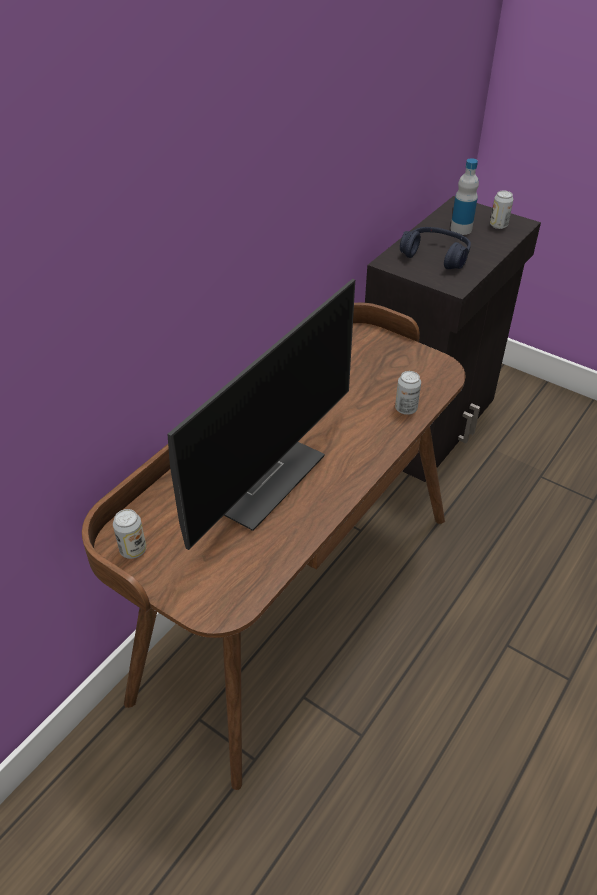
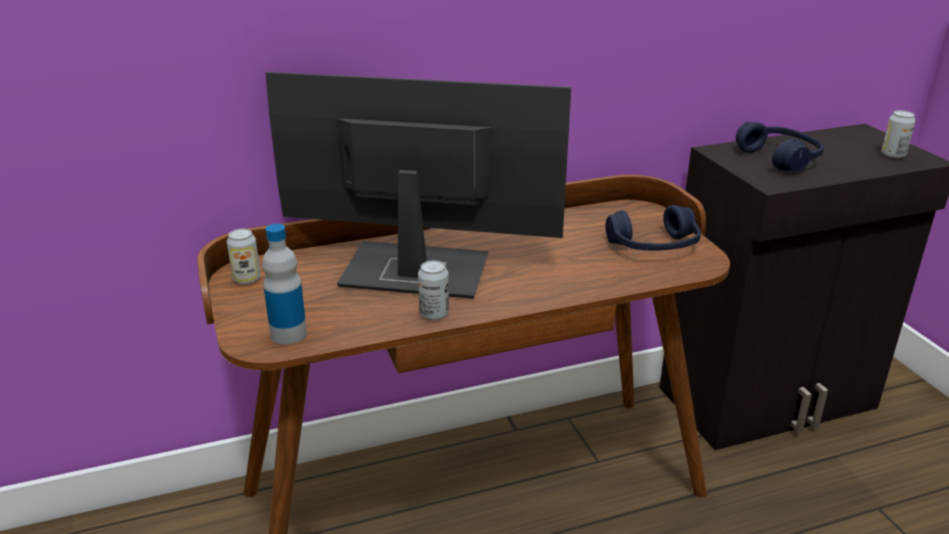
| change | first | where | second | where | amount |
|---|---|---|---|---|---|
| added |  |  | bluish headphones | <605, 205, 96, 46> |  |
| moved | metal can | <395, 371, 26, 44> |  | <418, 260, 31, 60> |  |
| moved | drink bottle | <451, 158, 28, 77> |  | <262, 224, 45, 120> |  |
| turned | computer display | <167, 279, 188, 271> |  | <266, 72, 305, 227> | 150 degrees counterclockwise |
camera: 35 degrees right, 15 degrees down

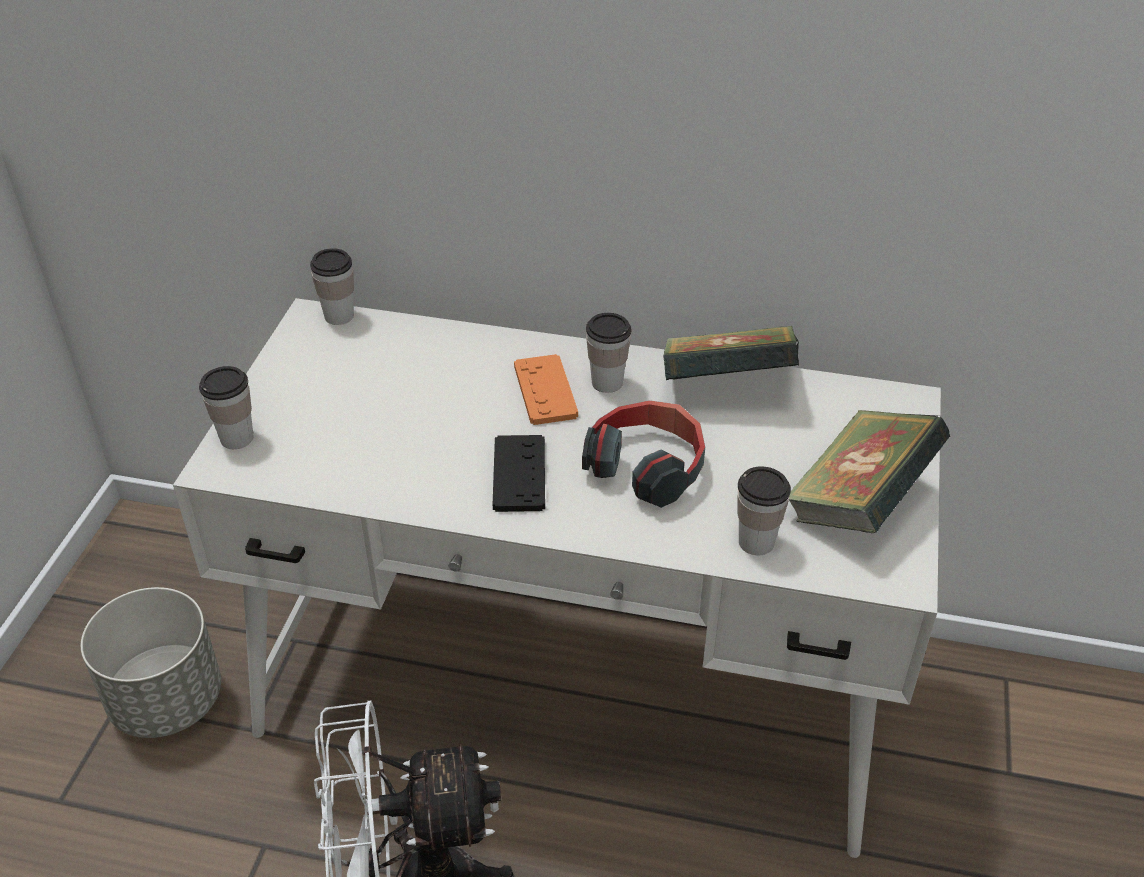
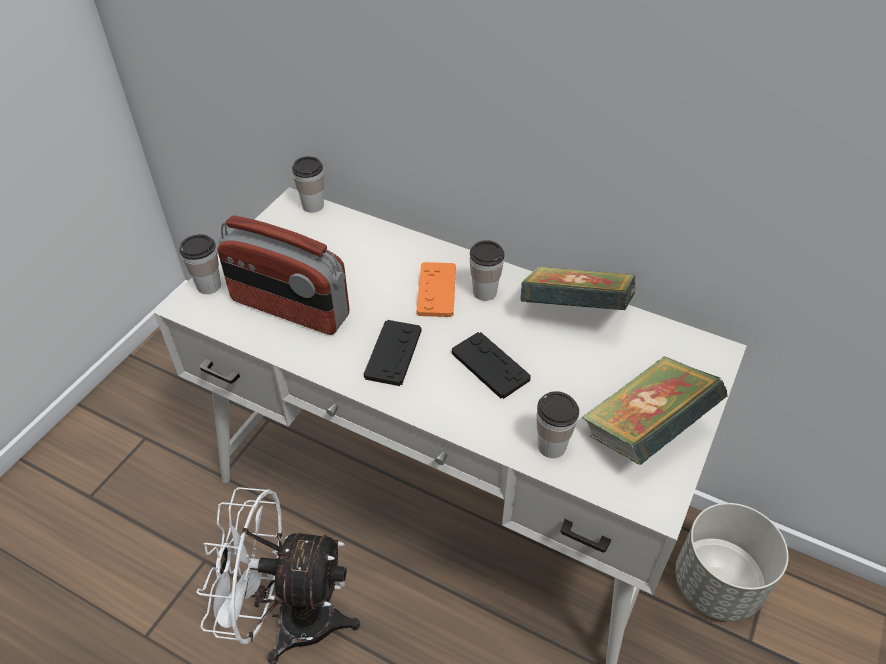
| change | first | where | second | where | amount |
|---|---|---|---|---|---|
| added |  |  | radio receiver | <218, 215, 132, 120> |  |
| moved | grey plant pot | <81, 587, 140, 151> |  | <675, 503, 114, 118> |  |
| replaced | headphones | <582, 400, 123, 108> | black joypad | <452, 332, 79, 67> |  |
camera: 15 degrees right, 5 degrees up

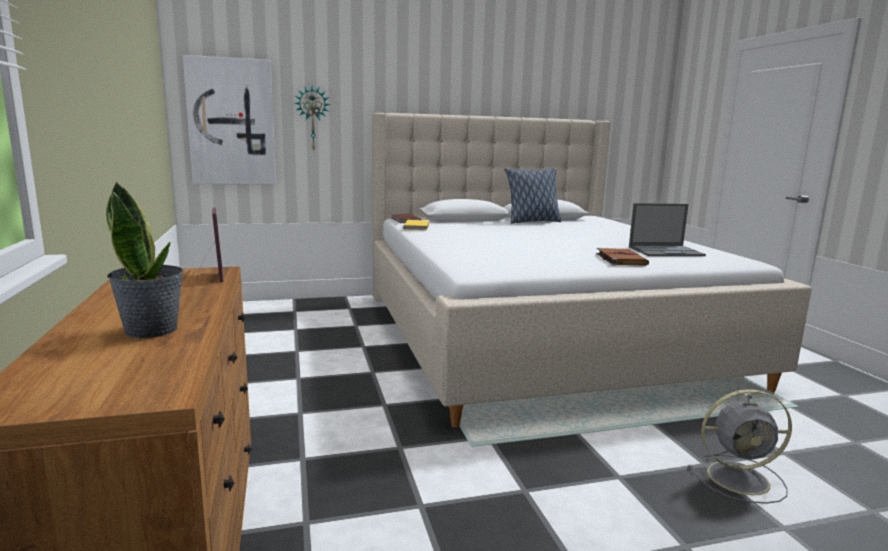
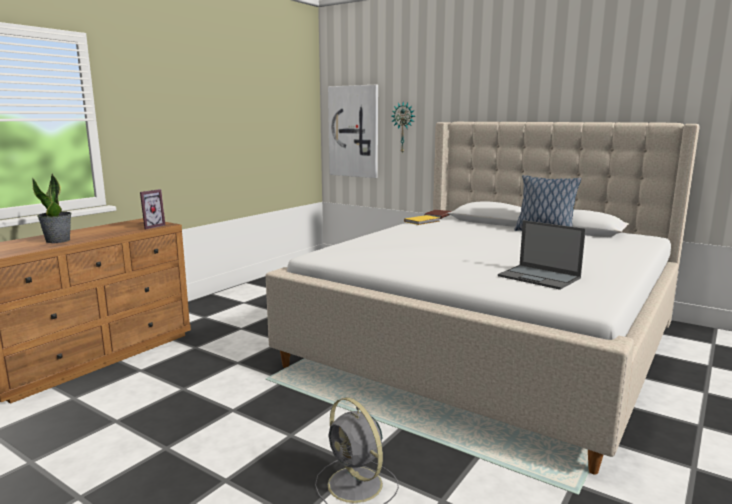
| change | first | where | second | where | amount |
|---|---|---|---|---|---|
| removed | brown book | <596, 248, 53, 18> |  |  |  |
camera: 50 degrees right, 0 degrees up

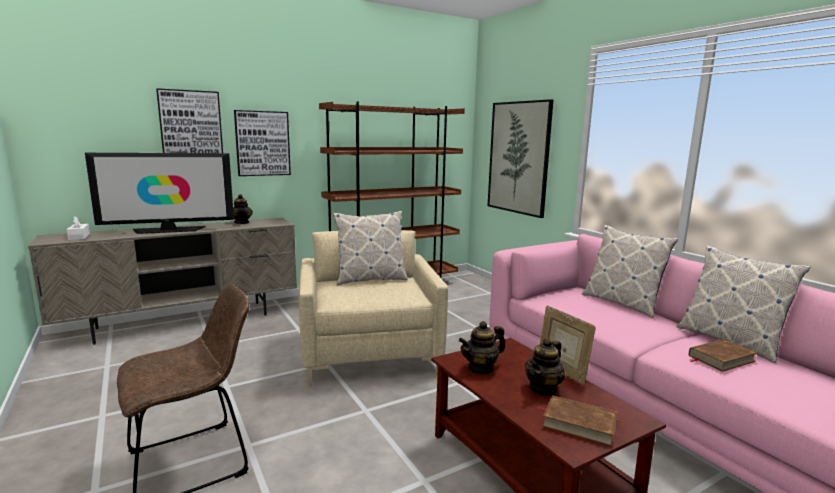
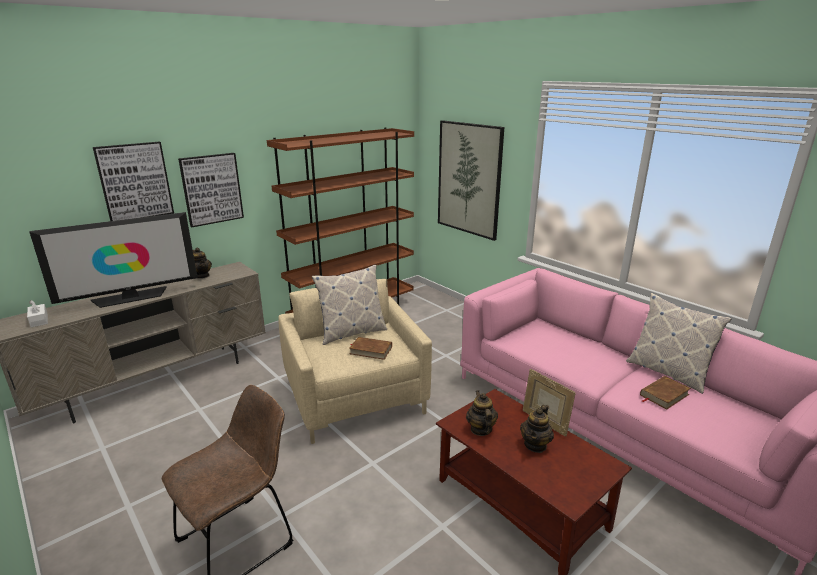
| change | first | where | second | where | amount |
|---|---|---|---|---|---|
| removed | throw pillow | <582, 225, 96, 93> |  |  |  |
| moved | brown book | <538, 395, 80, 52> |  | <349, 337, 43, 23> |  |
| turned | tea pot | <459, 321, 46, 54> |  | <466, 390, 32, 46> | 120 degrees clockwise |
camera: 10 degrees left, 10 degrees up

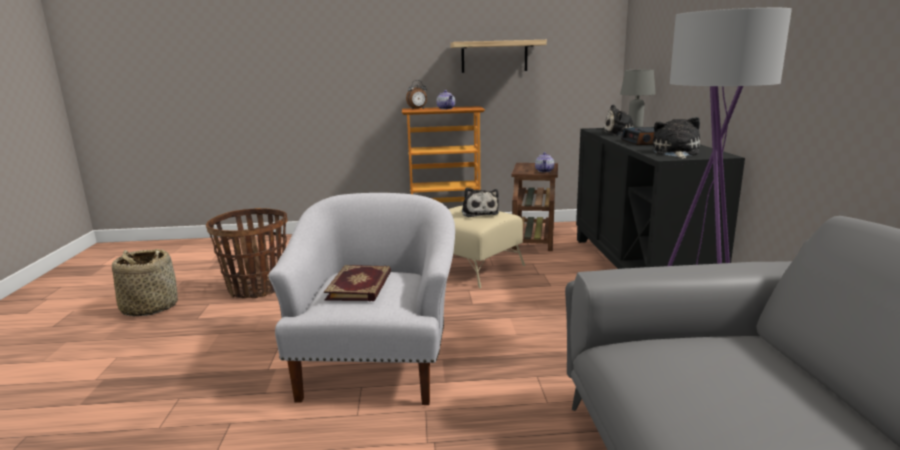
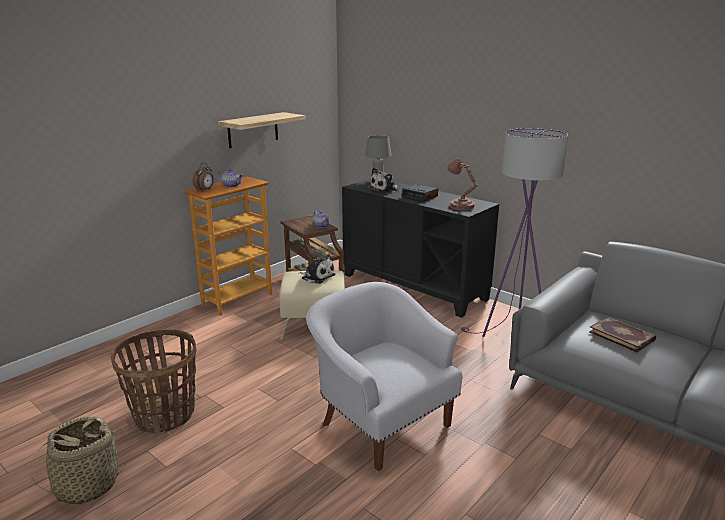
| change | first | where | second | where | amount |
|---|---|---|---|---|---|
| moved | book | <324, 265, 67, 36> |  | <589, 317, 67, 35> |  |
| replaced | plush toy | <652, 117, 48, 42> | brown lamp for a table | <447, 158, 31, 53> |  |
camera: 45 degrees left, 5 degrees up

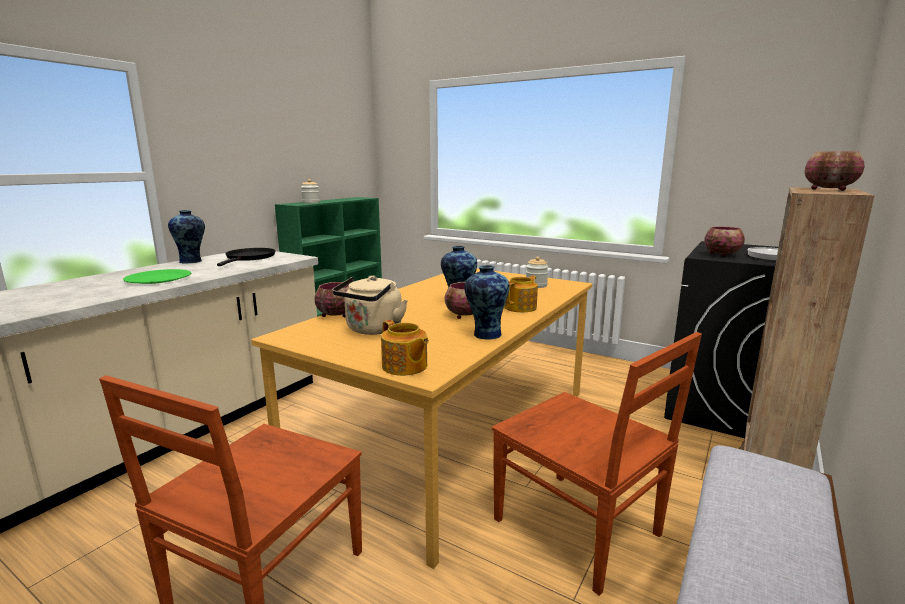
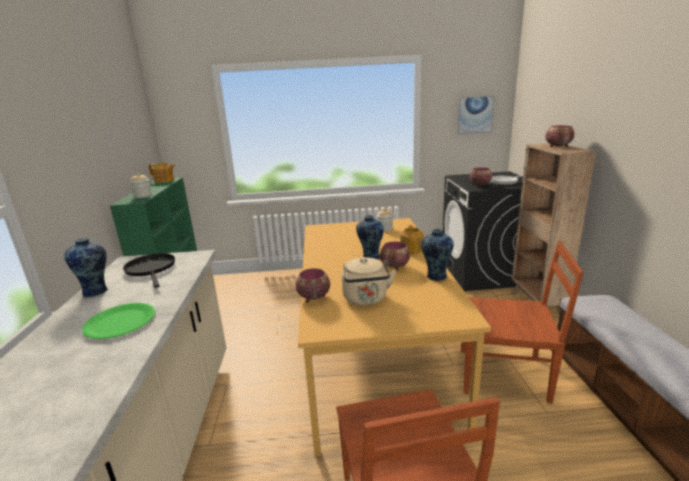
| change | first | where | second | where | amount |
|---|---|---|---|---|---|
| added |  |  | wall picture | <457, 96, 38, 39> |  |
| moved | tea pot | <381, 320, 48, 56> |  | <149, 163, 26, 20> |  |
camera: 35 degrees left, 5 degrees up

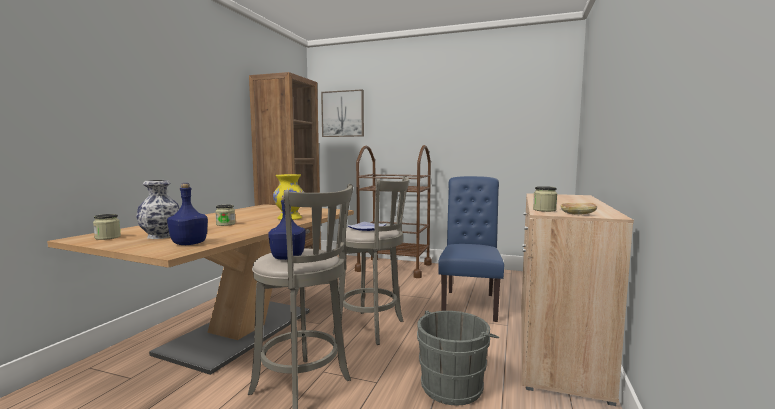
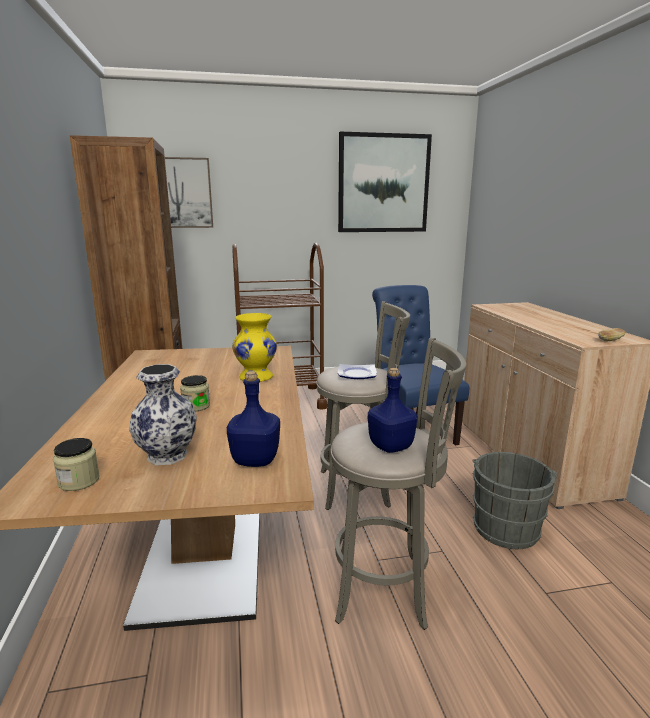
| change | first | where | second | where | amount |
|---|---|---|---|---|---|
| removed | preserve jar | <533, 186, 24, 26> |  |  |  |
| added |  |  | wall picture | <338, 132, 94, 100> |  |
camera: 30 degrees left, 10 degrees up

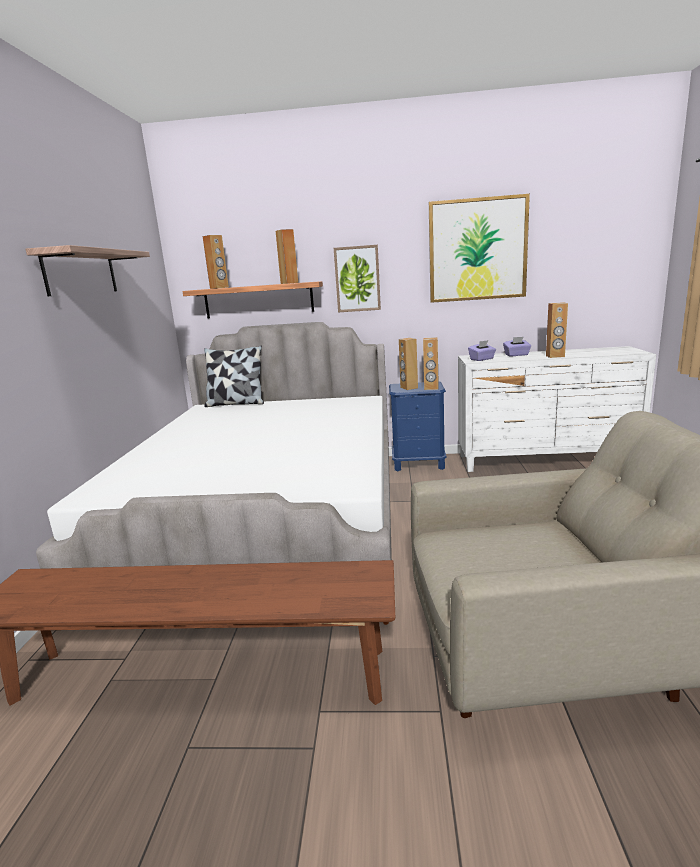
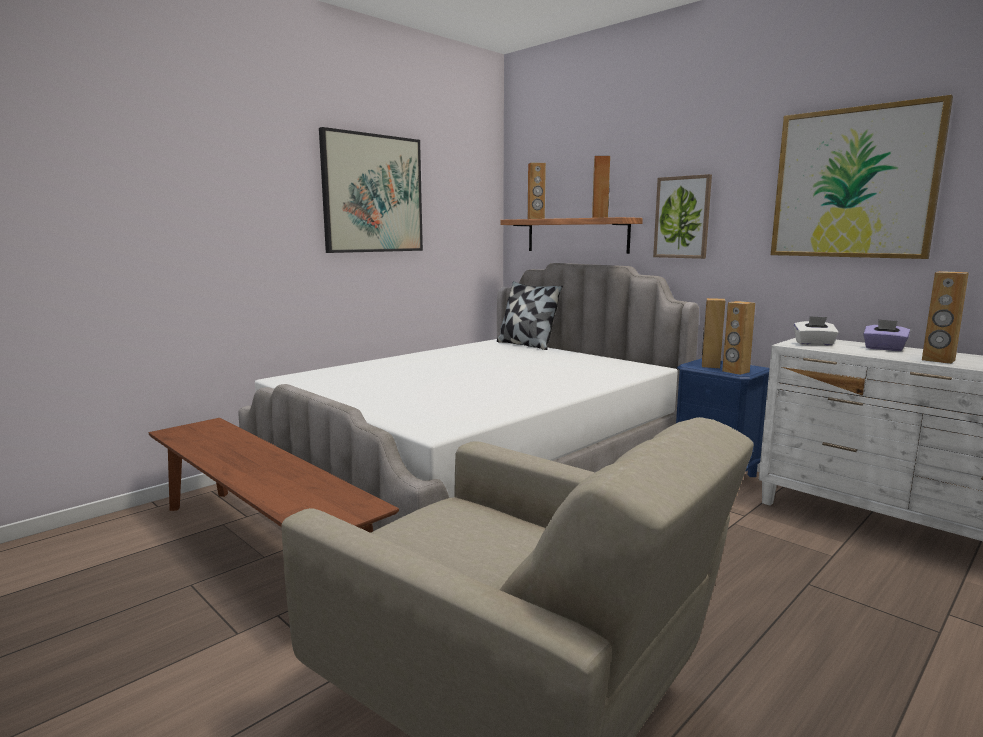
| change | first | where | second | where | amount |
|---|---|---|---|---|---|
| replaced | shelf | <26, 245, 124, 51> | wall picture | <319, 127, 104, 126> |  |
| recoloured | purple tissue holder | <468, 340, 28, 21> | white tissue holder | <794, 316, 45, 30> |  |
camera: 40 degrees right, 5 degrees down

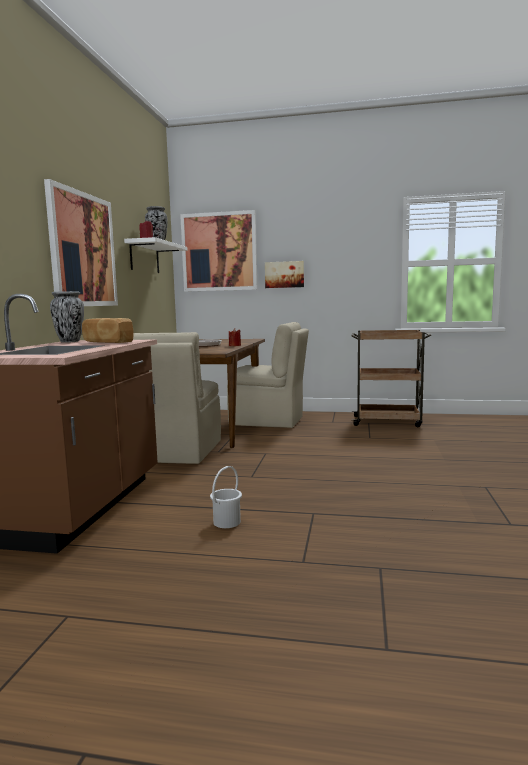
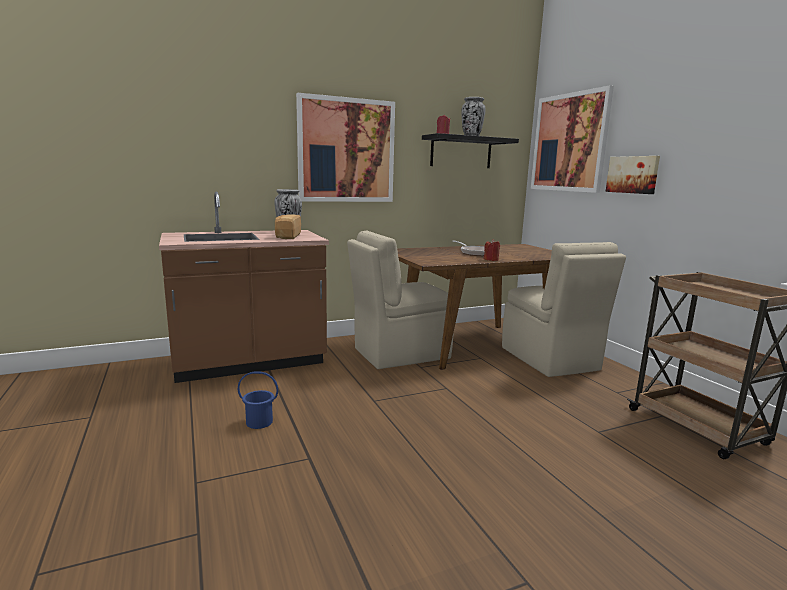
| change | first | where | second | where | amount |
|---|---|---|---|---|---|
| recoloured | white shelf | <124, 237, 64, 36> | black shelf | <422, 133, 97, 35> |  |
| recoloured | white pail | <210, 466, 32, 62> | bluish pail | <238, 371, 40, 58> |  |
camera: 55 degrees right, 5 degrees up

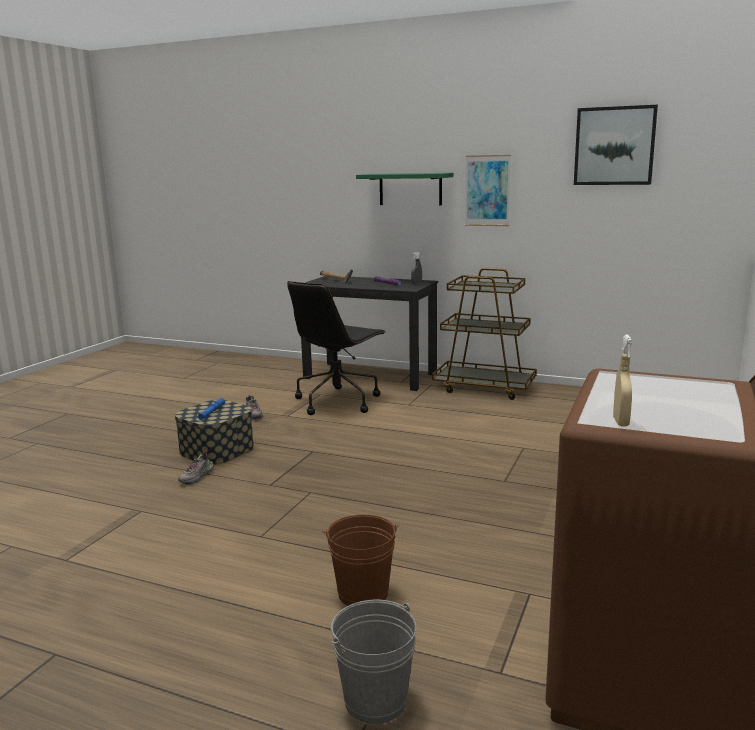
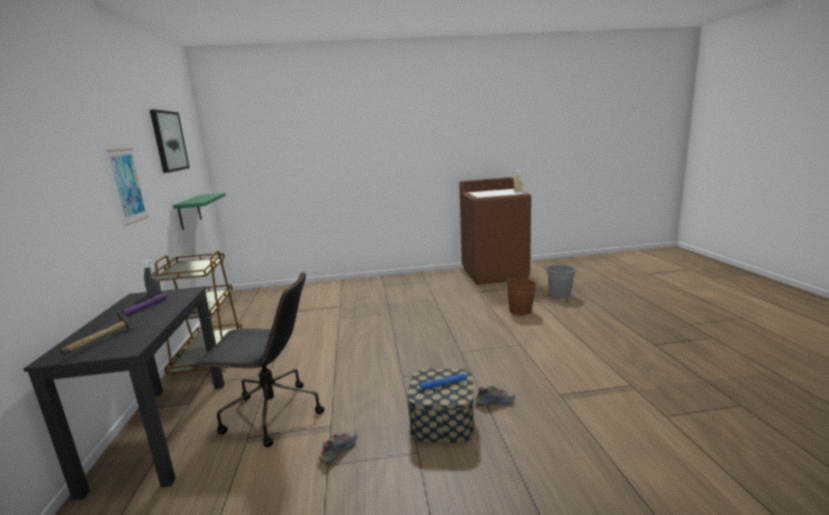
| change | first | where | second | where | amount |
|---|---|---|---|---|---|
| moved | green-coloured shelf | <356, 173, 97, 32> |  | <173, 193, 53, 37> |  |
camera: 120 degrees left, 0 degrees up

